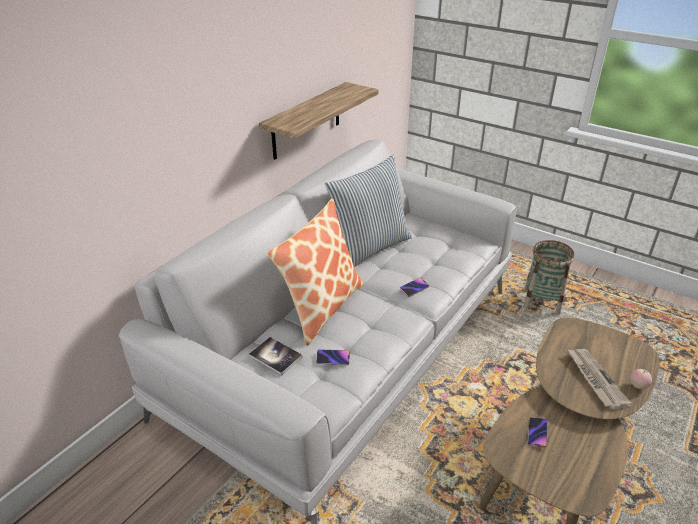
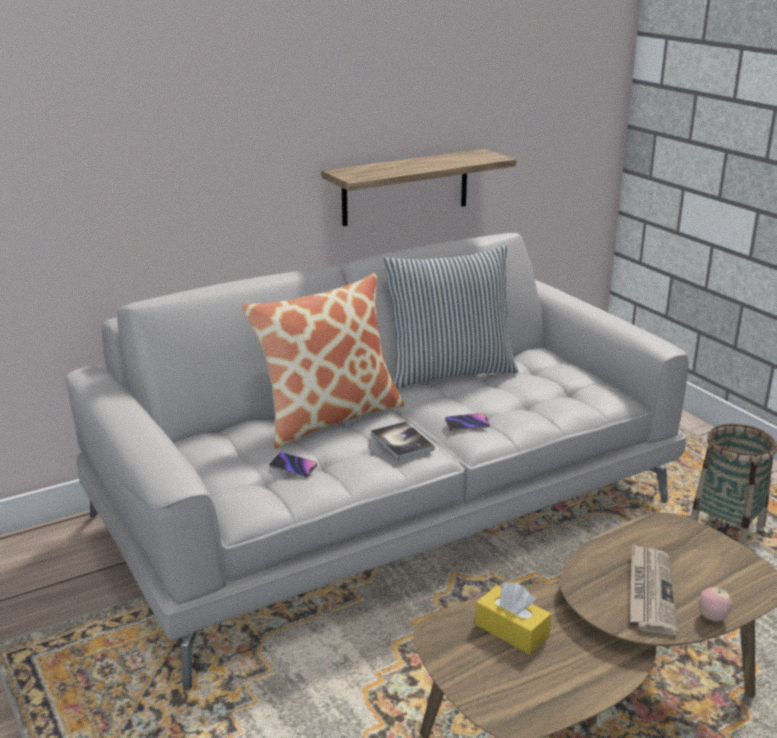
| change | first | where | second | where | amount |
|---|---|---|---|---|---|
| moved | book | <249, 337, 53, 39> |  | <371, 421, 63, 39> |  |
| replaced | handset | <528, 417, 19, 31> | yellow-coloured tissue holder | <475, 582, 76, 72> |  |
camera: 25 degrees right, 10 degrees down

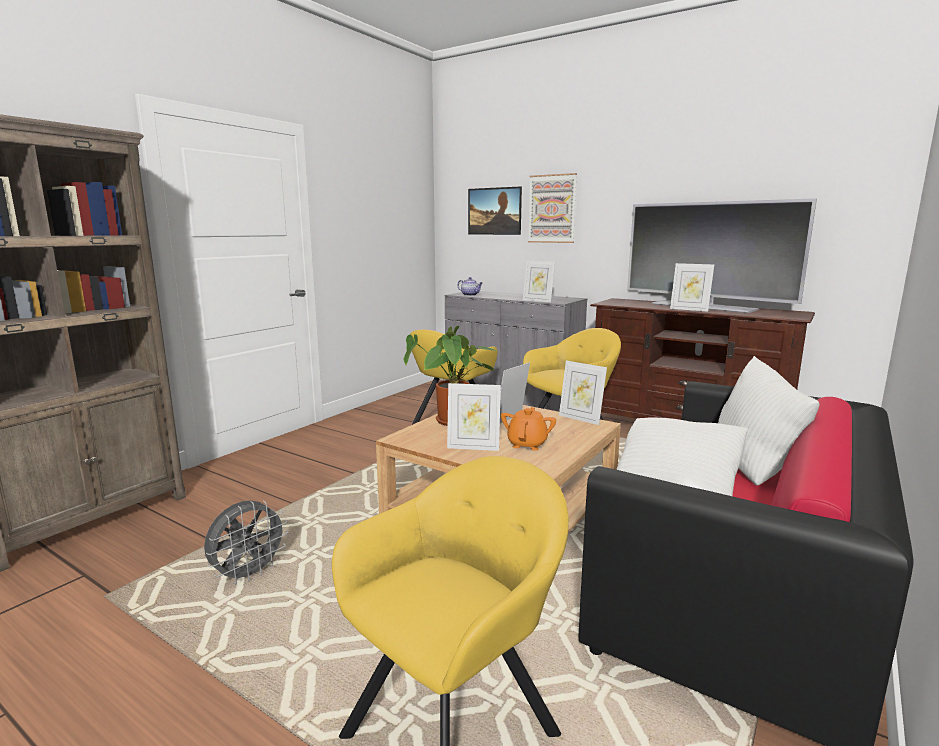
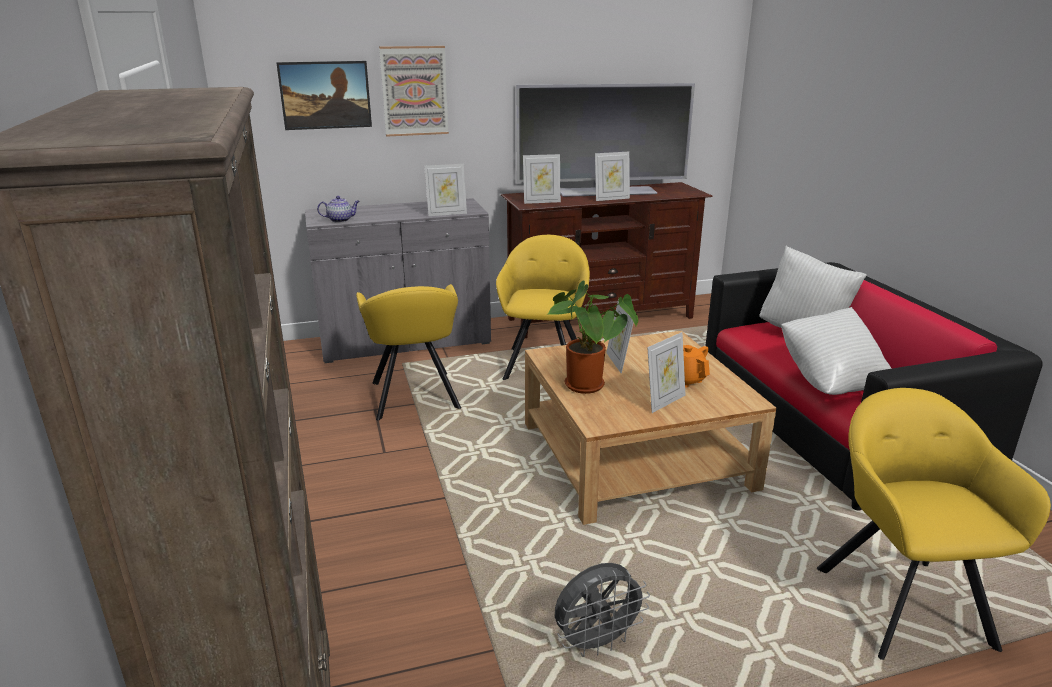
| change | first | where | second | where | amount |
|---|---|---|---|---|---|
| moved | standing frame | <559, 360, 48, 65> |  | <523, 154, 38, 50> |  |
| turned | grey electric fan | <204, 500, 85, 85> |  | <555, 563, 95, 94> | 75 degrees clockwise |
camera: 50 degrees left, 10 degrees up

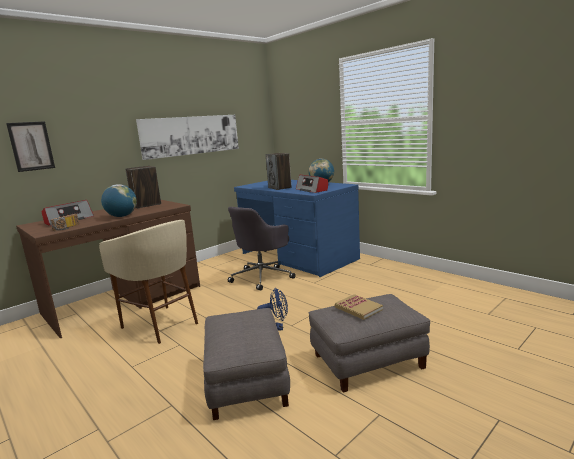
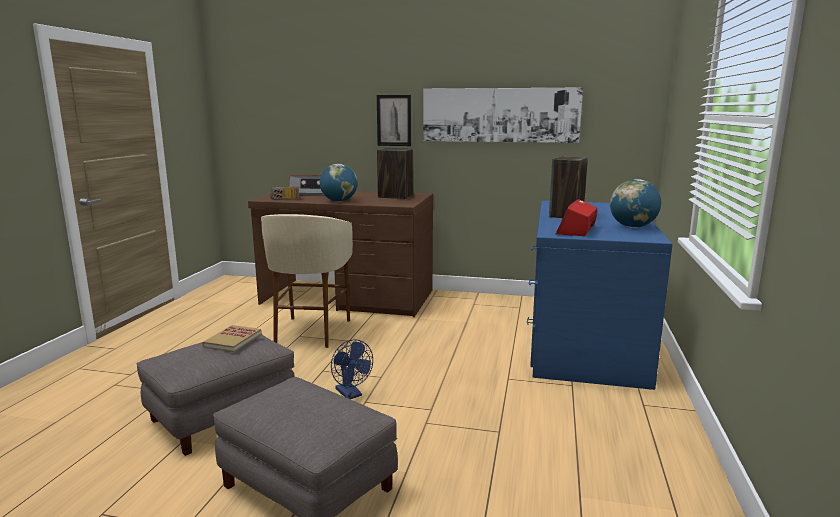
| change | first | where | second | where | amount |
|---|---|---|---|---|---|
| removed | grey office chair | <228, 207, 68, 84> |  |  |  |
| moved | wall picture | <6, 121, 49, 51> |  | <377, 95, 34, 51> |  |
| moved | book | <335, 294, 48, 26> |  | <202, 325, 59, 27> |  |
camera: 55 degrees right, 0 degrees up

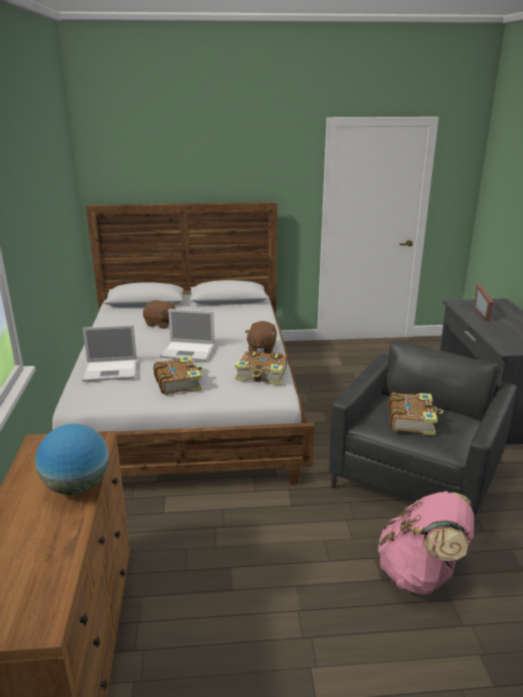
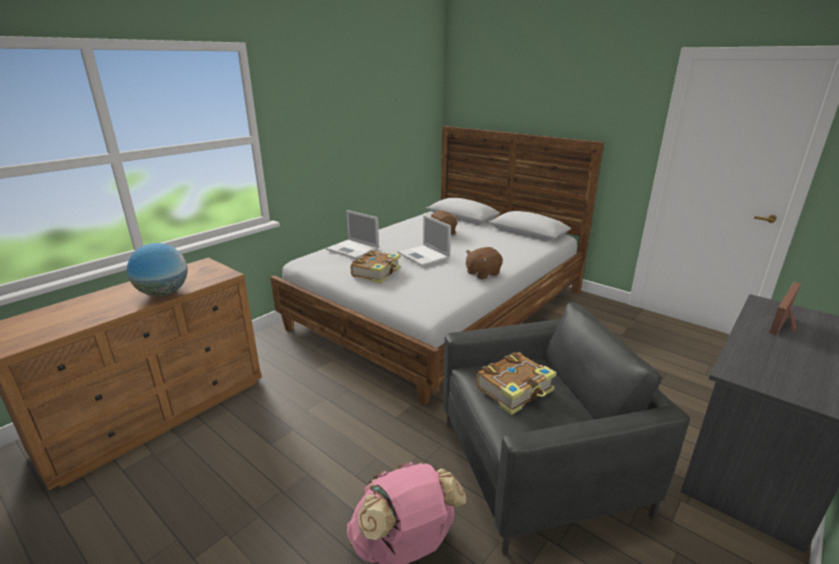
| change | first | where | second | where | amount |
|---|---|---|---|---|---|
| removed | book | <235, 350, 52, 35> |  |  |  |
camera: 45 degrees right, 0 degrees up

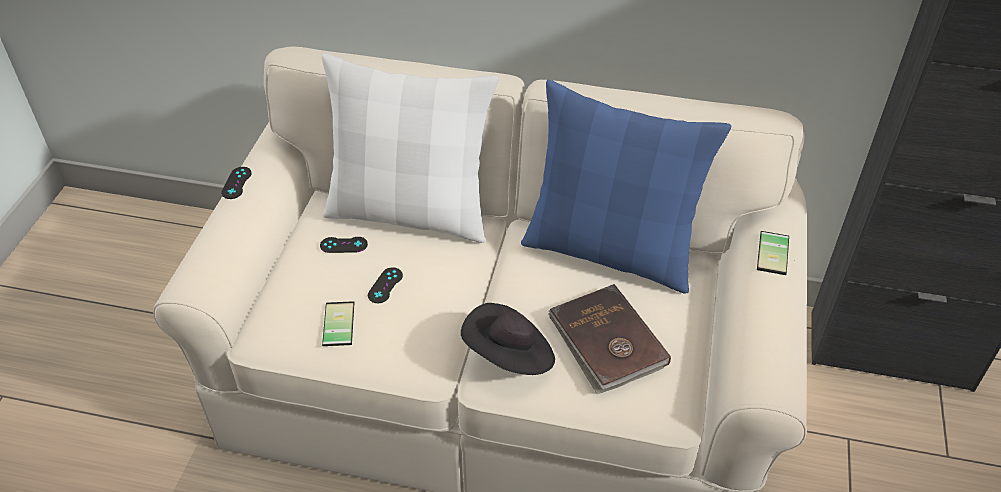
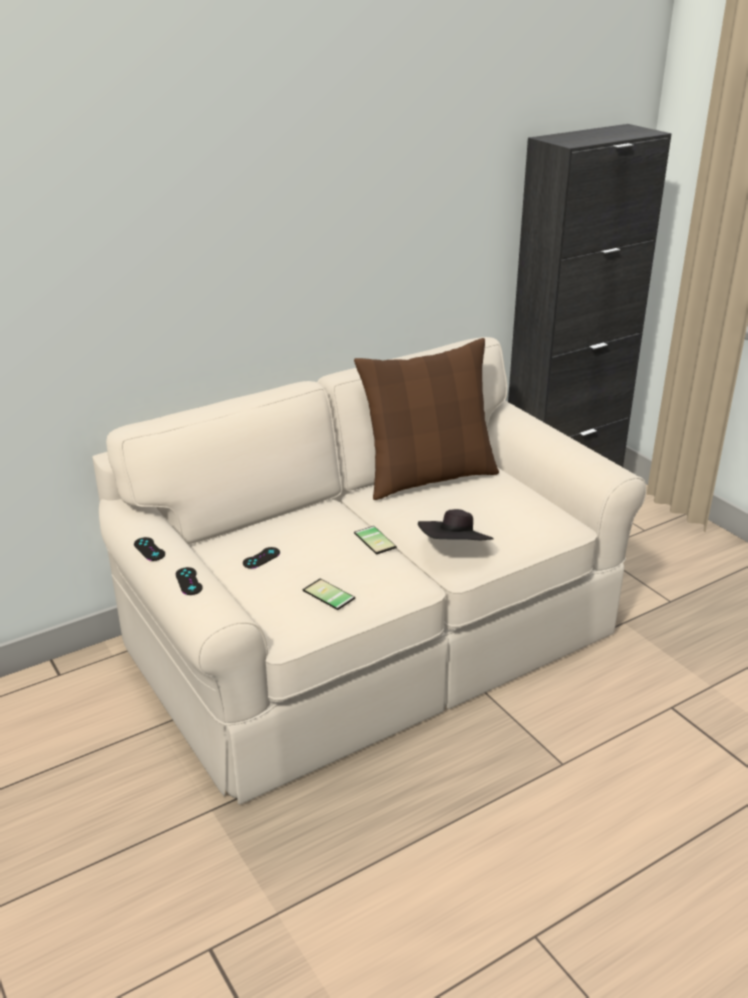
| change | first | where | second | where | amount |
|---|---|---|---|---|---|
| removed | white throw pillow | <321, 53, 178, 190> |  |  |  |
| removed | brown book | <548, 284, 123, 110> |  |  |  |
| moved | black joypad | <368, 267, 35, 36> |  | <176, 567, 27, 28> |  |
| moved | handset | <757, 231, 32, 44> |  | <354, 526, 43, 29> |  |
| recoloured | bluish throw pillow | <521, 80, 210, 214> | brown throw pillow | <354, 338, 145, 162> |  |
camera: 45 degrees left, 15 degrees down

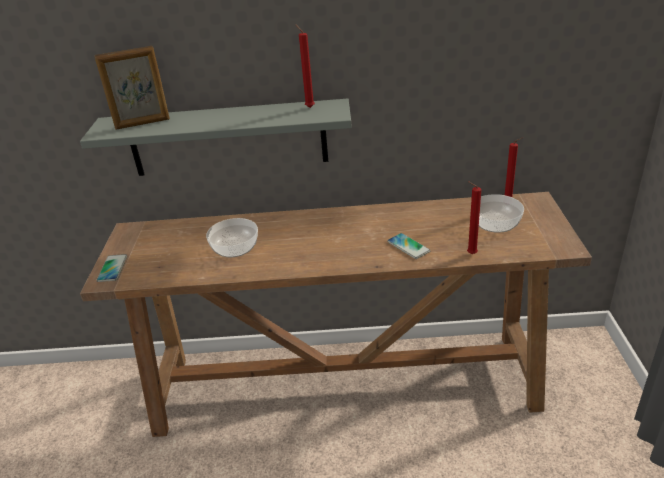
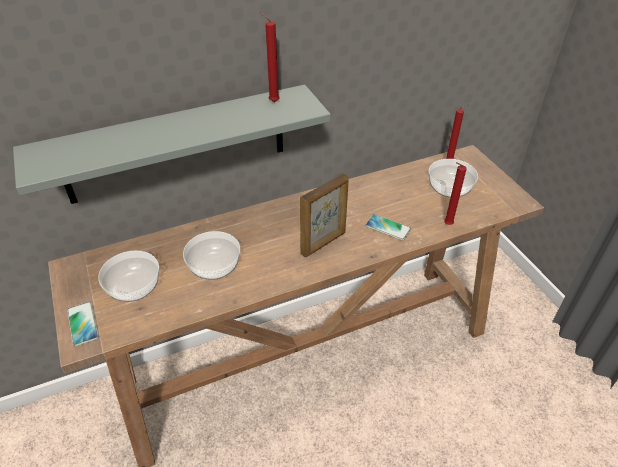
| change | first | where | second | where | amount |
|---|---|---|---|---|---|
| added |  |  | deep dish | <98, 250, 61, 52> |  |
| moved | standing frame | <95, 46, 75, 84> |  | <300, 173, 49, 84> |  |
camera: 25 degrees left, 10 degrees up

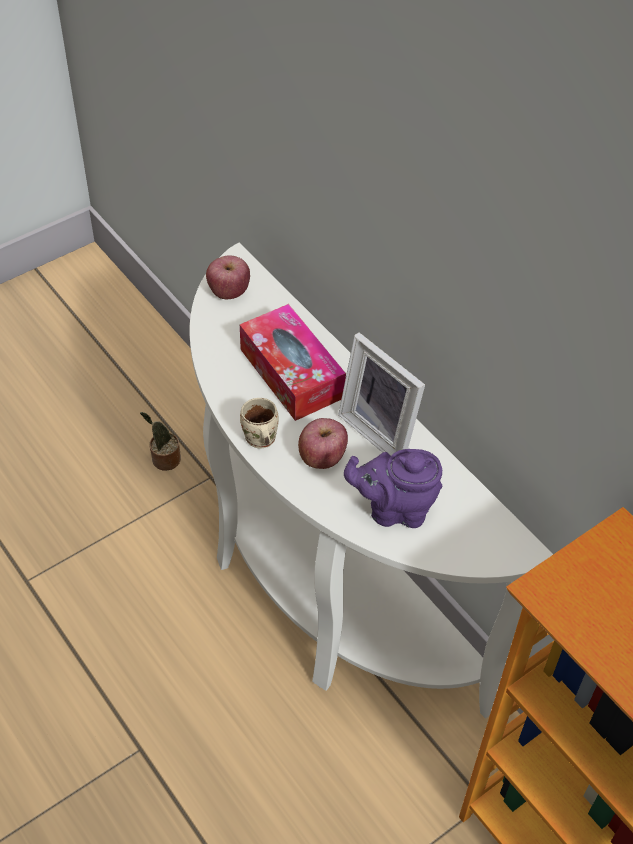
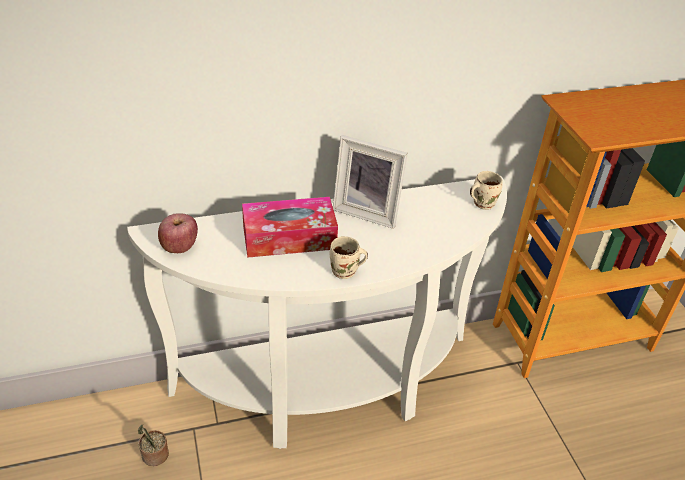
| change | first | where | second | where | amount |
|---|---|---|---|---|---|
| removed | apple fruit | <298, 418, 50, 51> |  |  |  |
| removed | purple tea pot | <344, 449, 98, 79> |  |  |  |
| added |  |  | beige-coloured tea mug | <470, 171, 32, 39> |  |
| turned | standing frame | <338, 332, 87, 124> |  | <333, 135, 75, 94> | 45 degrees clockwise |
camera: 70 degrees left, 10 degrees down

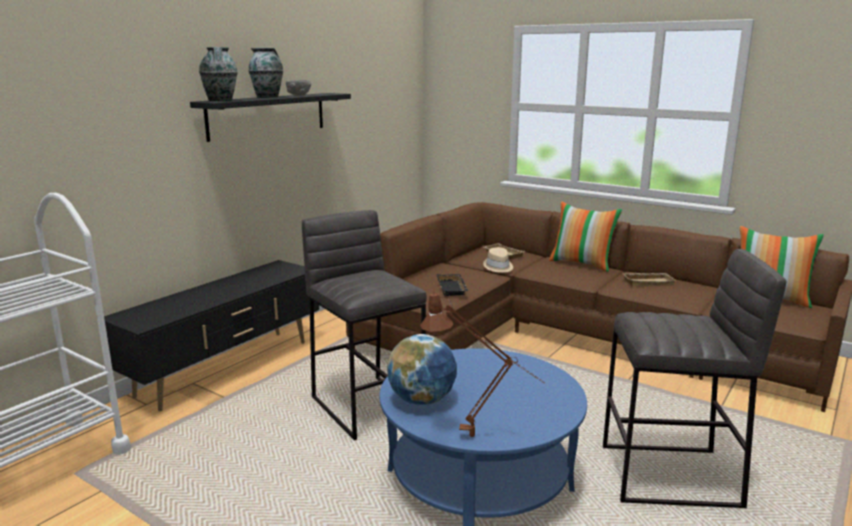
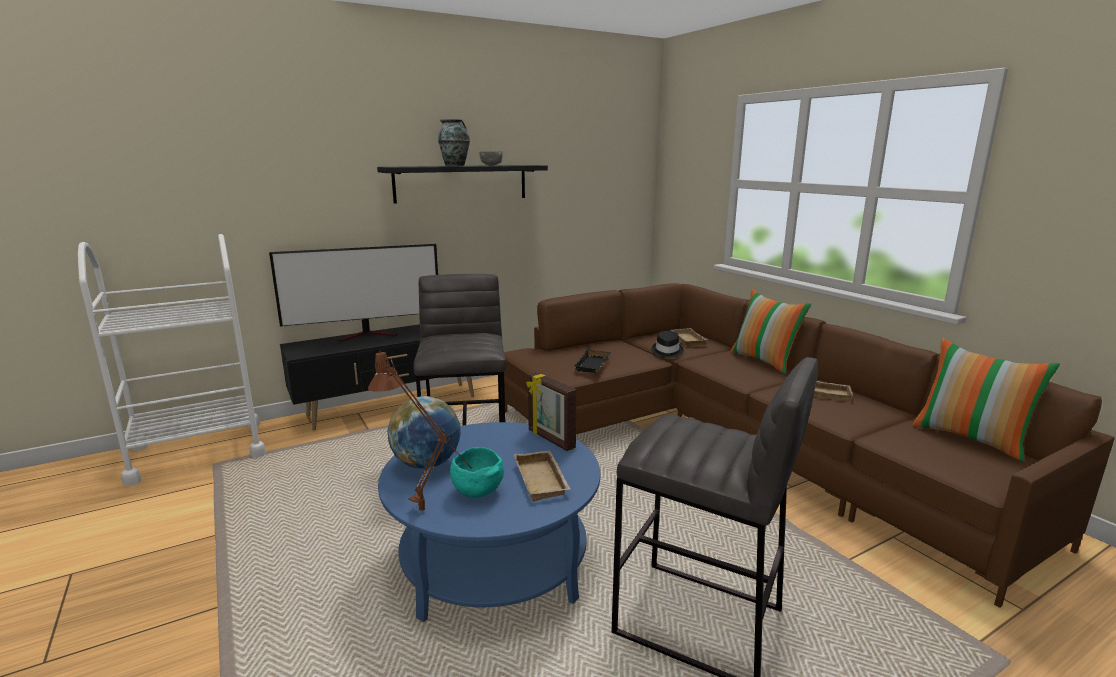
| change | first | where | second | where | amount |
|---|---|---|---|---|---|
| removed | decorative vase | <199, 47, 39, 54> |  |  |  |
| added |  |  | TV set | <269, 244, 169, 98> |  |
| added |  |  | blue-green deep dish | <450, 447, 54, 51> |  |
| added |  |  | beige-coloured tray | <514, 450, 57, 51> |  |
| added |  |  | standing frame | <526, 372, 50, 79> |  |
| recoloured | beige-coloured hat | <483, 247, 30, 26> | black hat | <651, 331, 33, 27> |  |
camera: 25 degrees right, 0 degrees up

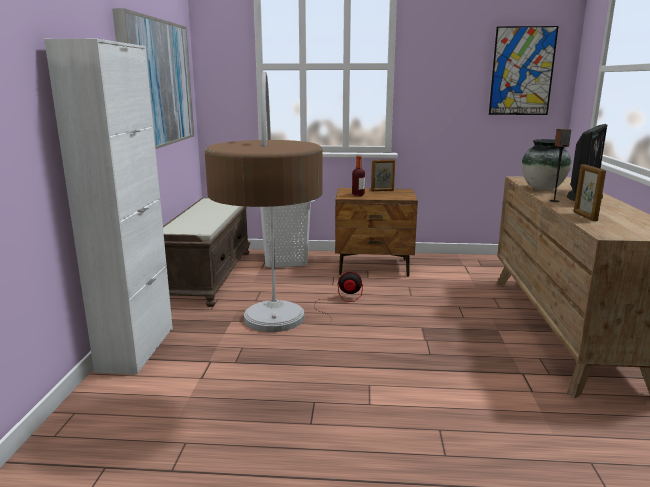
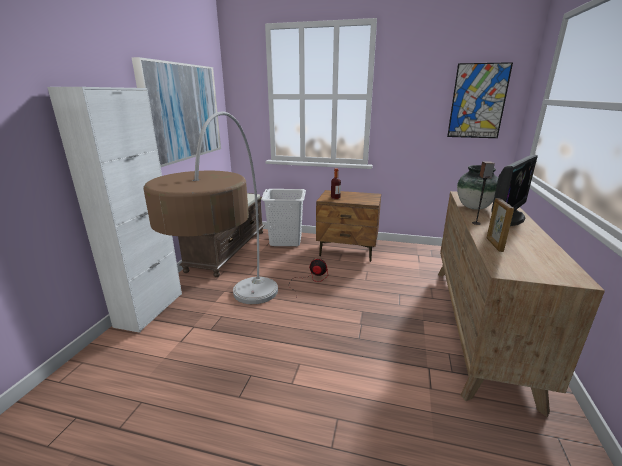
| change | first | where | second | where | amount |
|---|---|---|---|---|---|
| removed | standing frame | <371, 159, 24, 32> |  |  |  |
camera: 10 degrees right, 5 degrees up

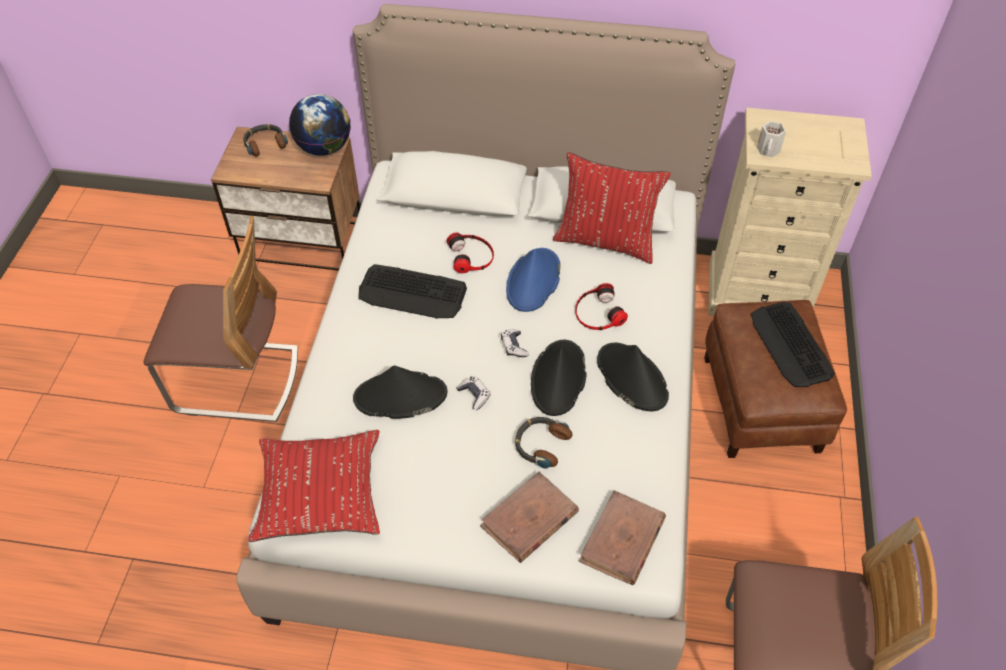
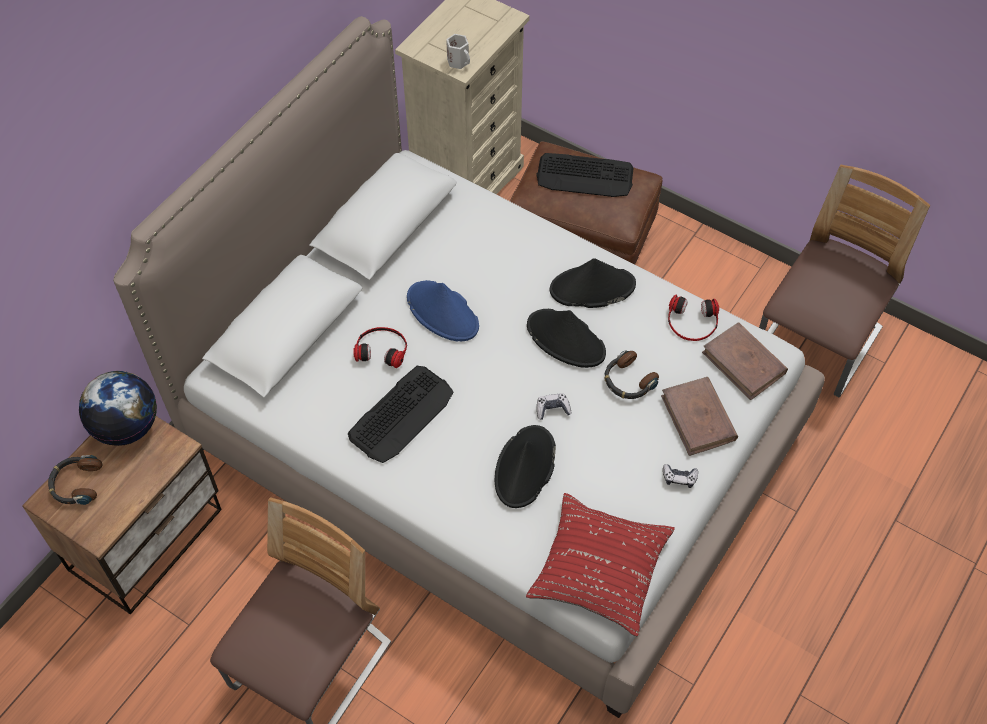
| change | first | where | second | where | amount |
|---|---|---|---|---|---|
| removed | red-coloured throw pillow | <553, 152, 118, 112> |  |  |  |
| moved | joypad | <501, 330, 28, 27> |  | <663, 464, 35, 24> |  |
| moved | headphones | <575, 283, 53, 47> |  | <668, 295, 51, 46> |  |
camera: 65 degrees left, 5 degrees up

